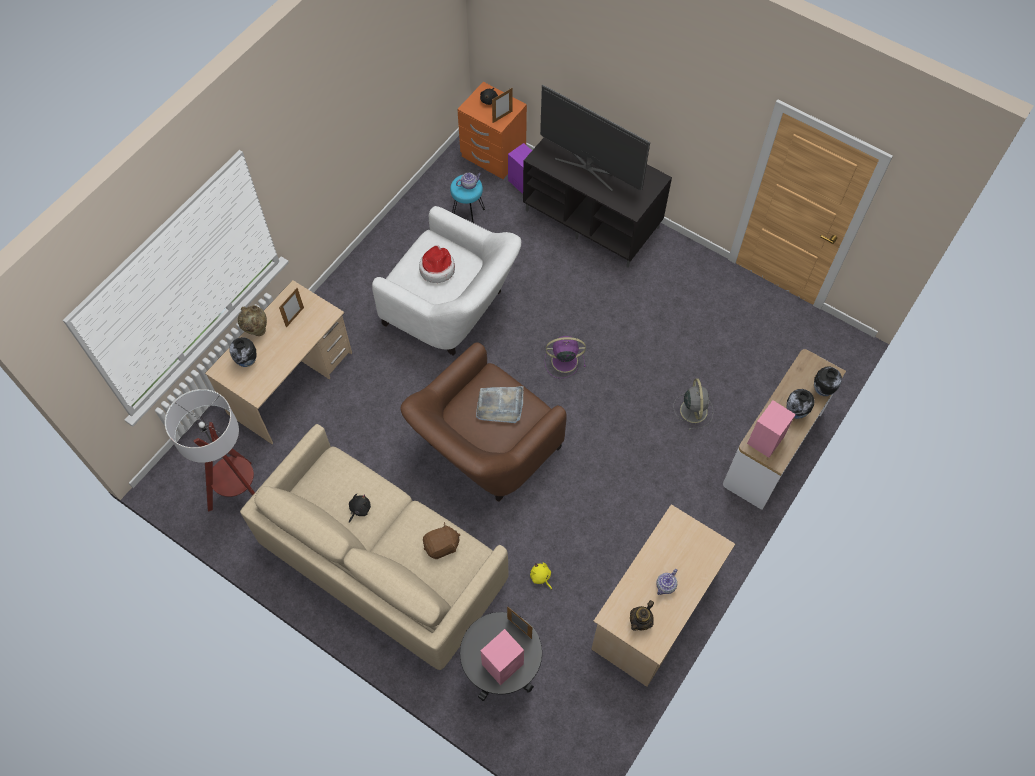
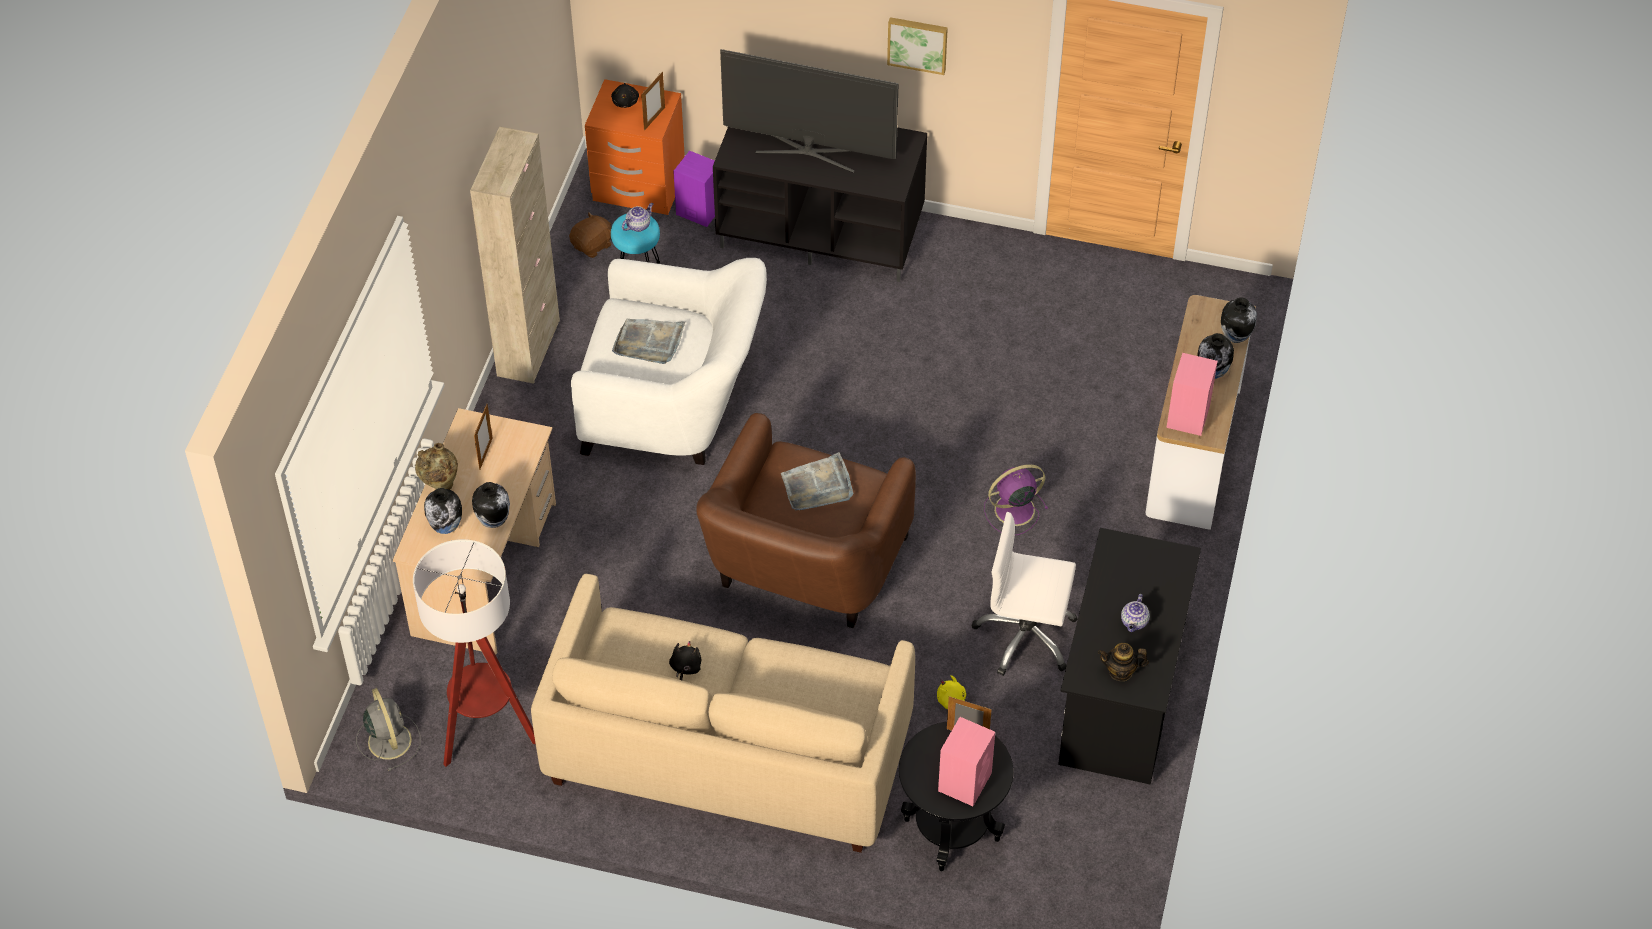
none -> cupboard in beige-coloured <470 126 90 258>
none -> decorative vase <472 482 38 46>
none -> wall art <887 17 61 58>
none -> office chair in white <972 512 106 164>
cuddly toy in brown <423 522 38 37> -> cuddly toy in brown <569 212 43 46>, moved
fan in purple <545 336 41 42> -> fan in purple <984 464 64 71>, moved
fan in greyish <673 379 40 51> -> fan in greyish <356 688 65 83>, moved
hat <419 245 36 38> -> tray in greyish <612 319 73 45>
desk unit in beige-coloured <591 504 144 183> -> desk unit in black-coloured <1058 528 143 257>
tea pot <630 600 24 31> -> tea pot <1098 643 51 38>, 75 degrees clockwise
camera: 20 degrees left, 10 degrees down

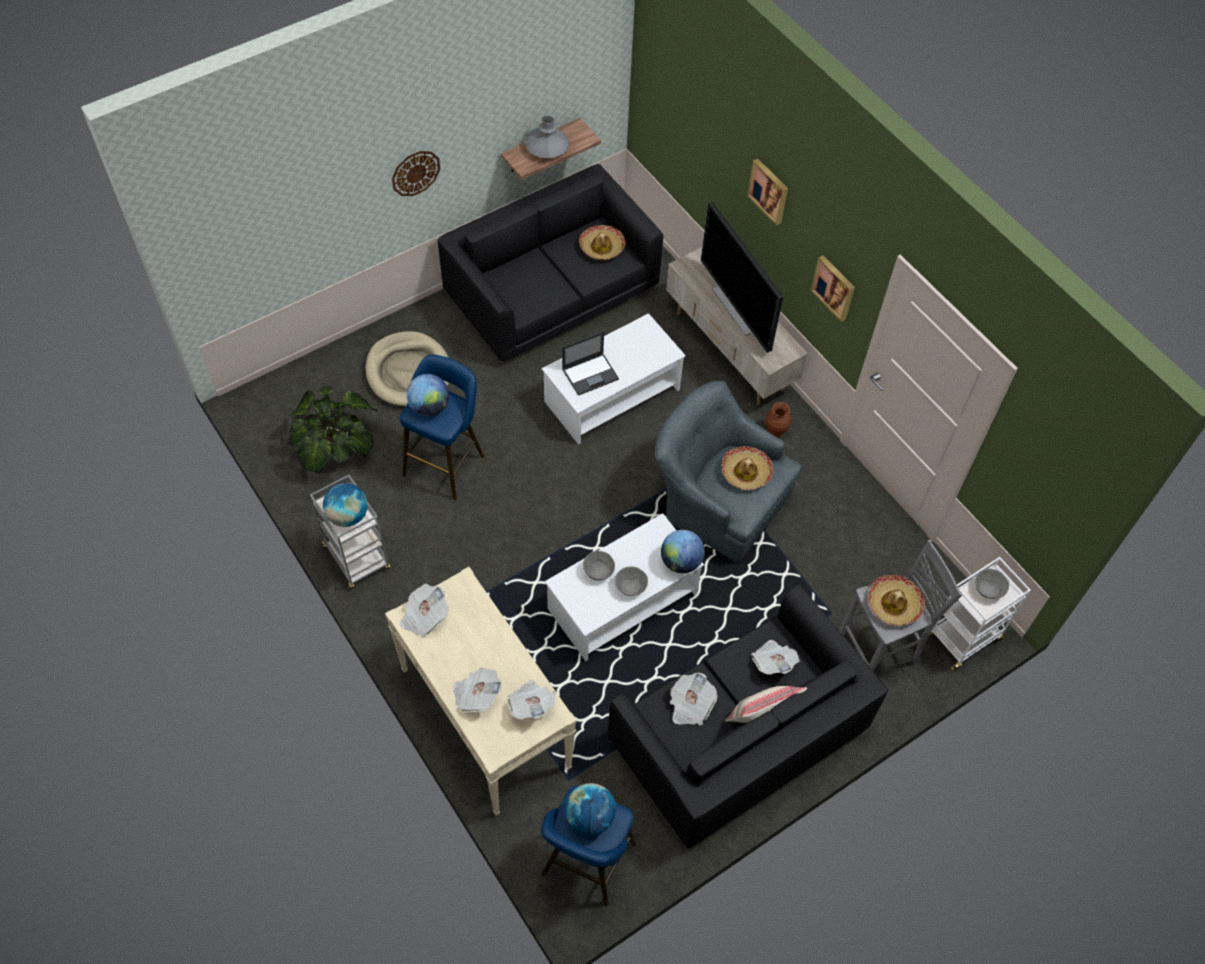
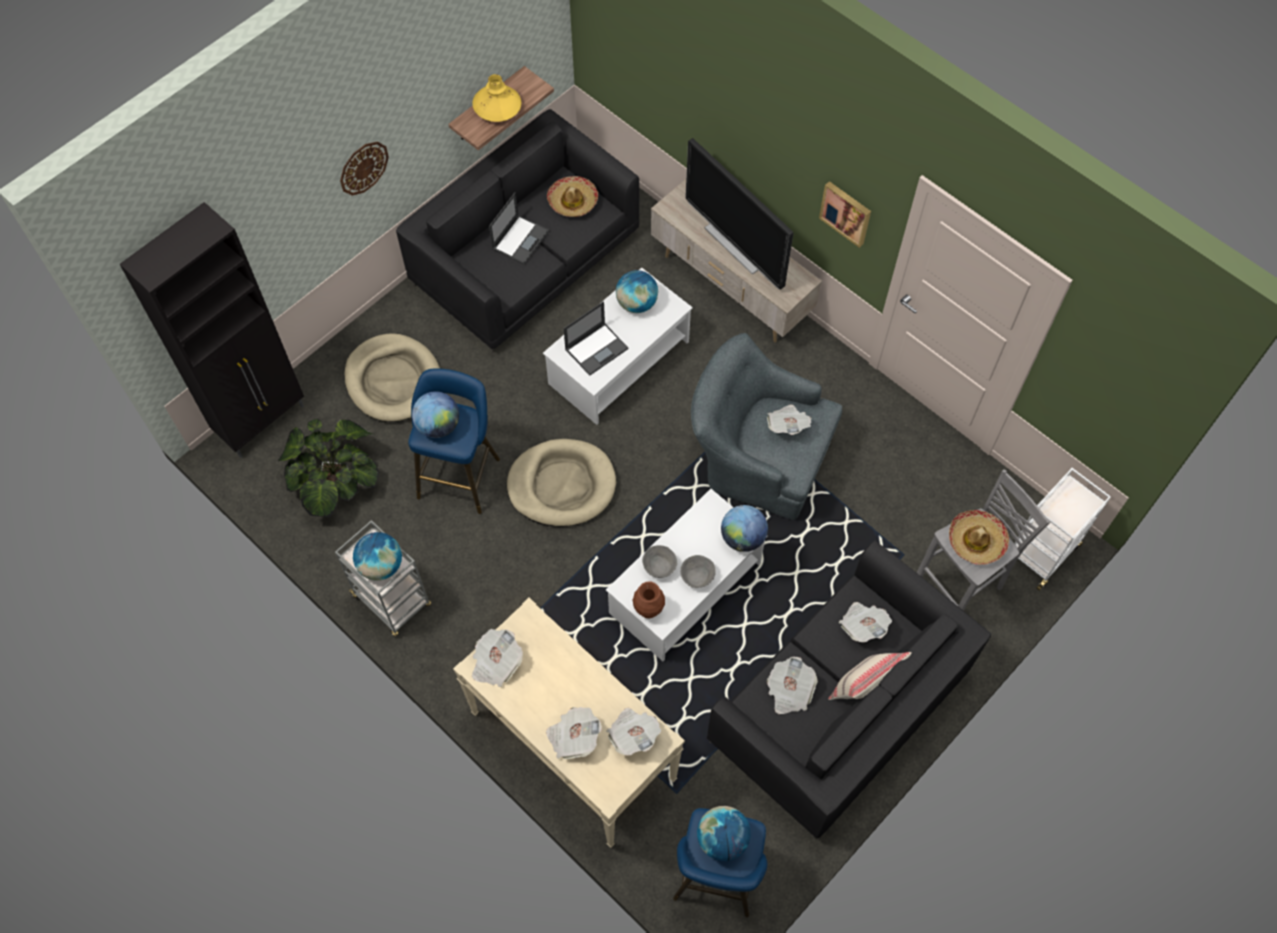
wall art <747 158 41 68> -> none
serving bowl in greyish <975 569 34 30> -> none
none -> cupboard in black-coloured <120 202 184 256>
none -> laptop <489 192 60 72>
none -> pet bed in beige-coloured <507 439 109 88>
none -> globe <616 270 42 43>
decorative vase in brown <765 402 27 36> -> decorative vase in brown <633 581 32 38>, moved
hat <721 446 52 44> -> printed paper <767 405 45 30>
decorative vase in greyish <525 116 44 42> -> decorative vase in yellow <472 74 49 48>
camera: 10 degrees left, 5 degrees up

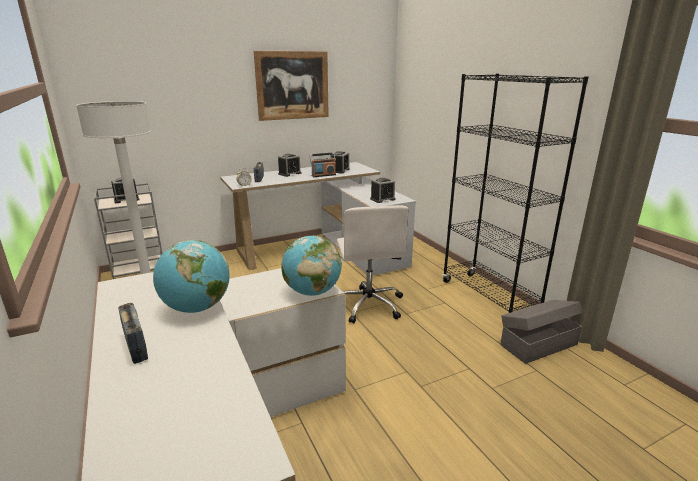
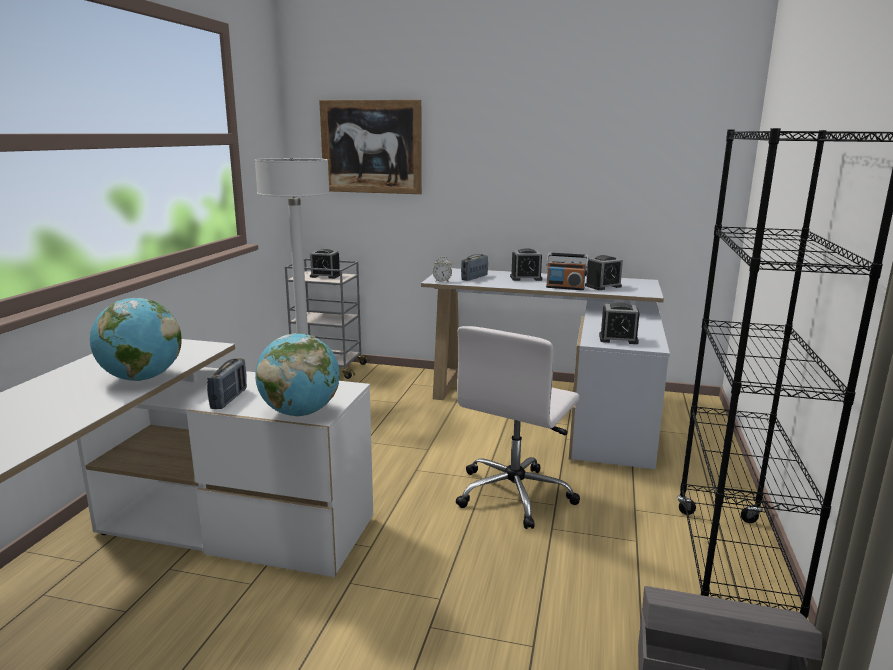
radio set <118 303 30 61> -> radio set <207 358 40 51>, moved
wall art <254 51 75 70> -> wall art <319 100 103 94>, moved
camera: 40 degrees right, 5 degrees down

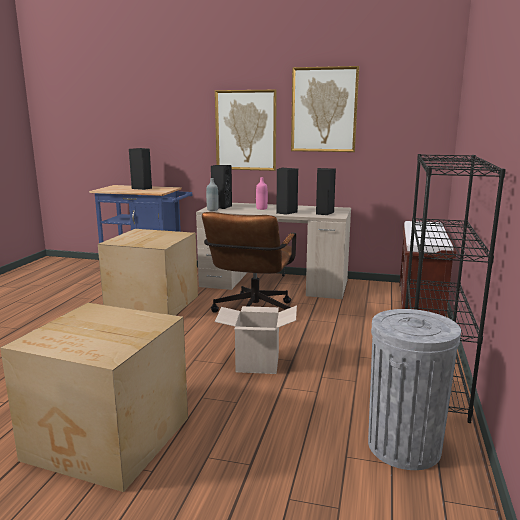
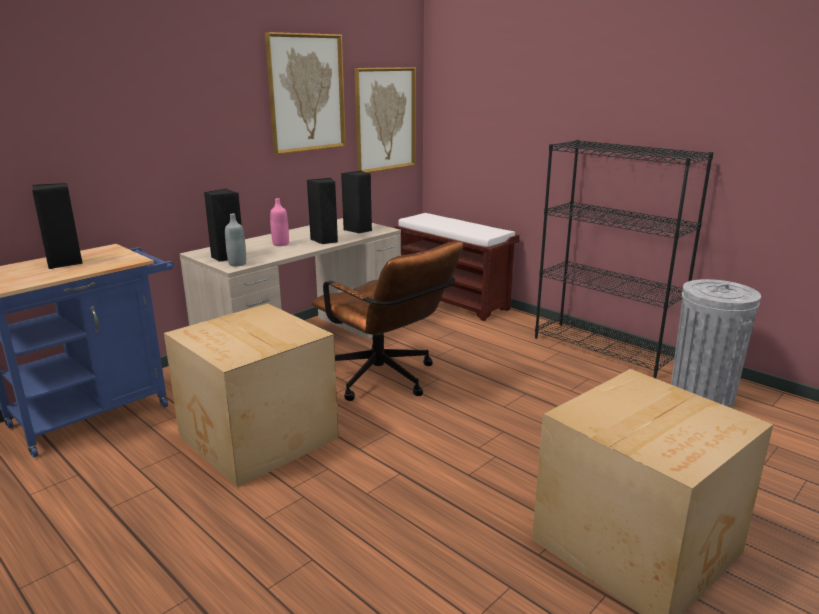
cardboard box <215 305 82 69> -> none
wall art <215 89 62 82> -> wall art <354 67 62 106>, moved
camera: 60 degrees left, 5 degrees up

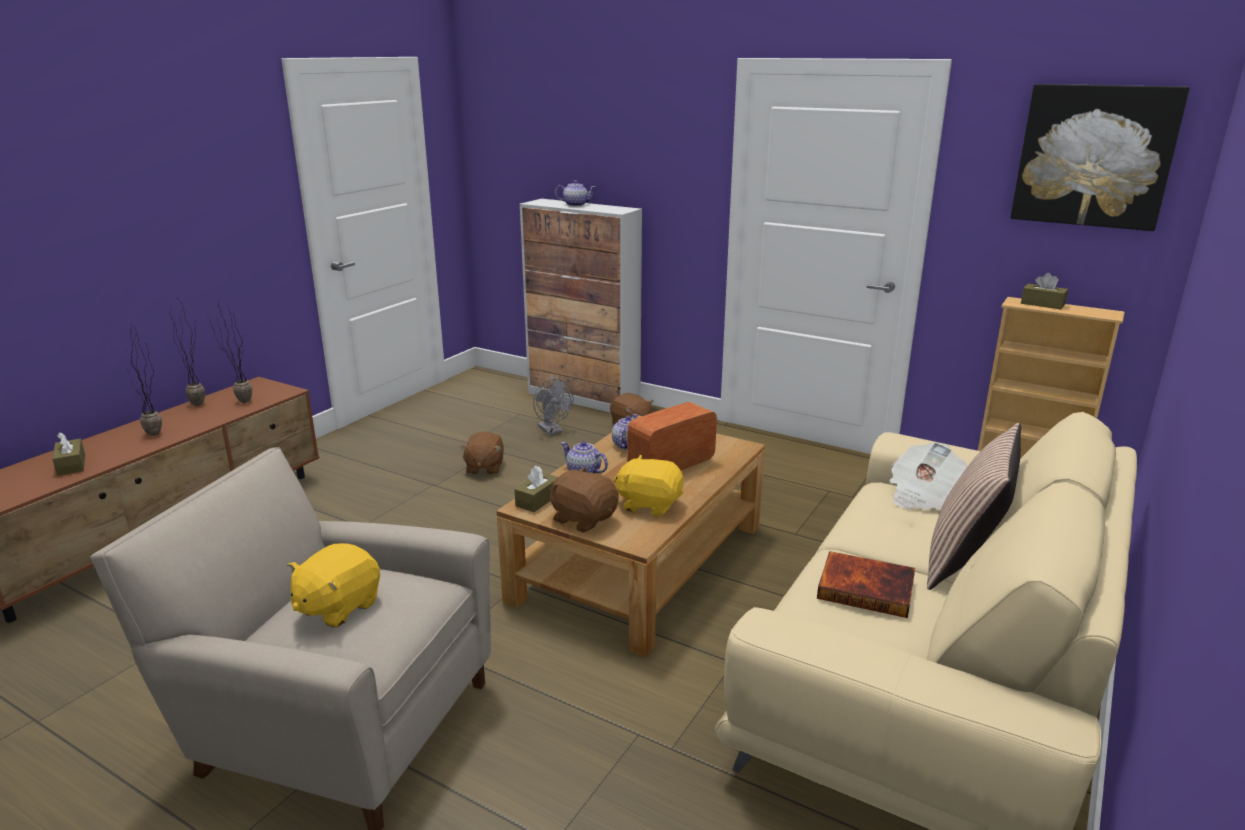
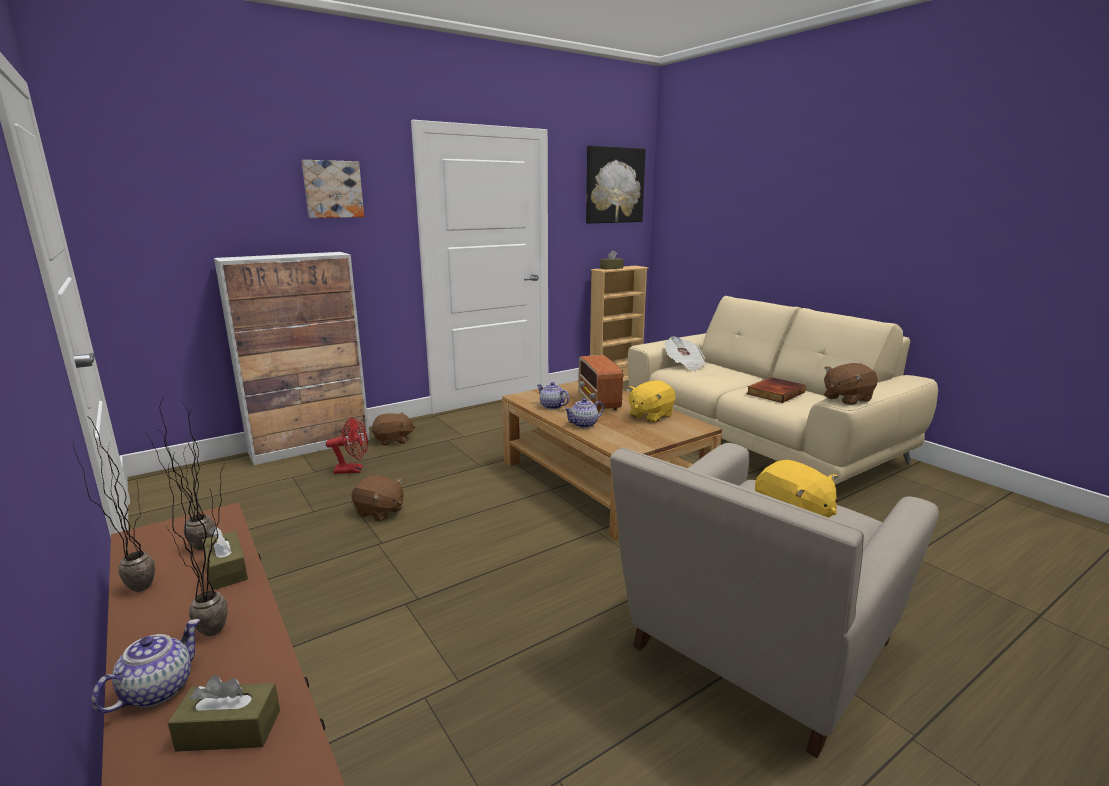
pillow <927 423 94 167> -> none
none -> wall art <302 160 62 58>
tissue box in brown <515 466 43 46> -> tissue box in brown <202 526 46 64>, moved
cuddly toy in brown <549 467 70 66> -> cuddly toy in brown <824 363 54 42>, moved
tea pot <555 180 41 26> -> tea pot <91 619 109 94>, moved
fan in greyish <533 378 40 57> -> fan in red-coloured <326 417 42 57>
camera: 65 degrees left, 5 degrees down

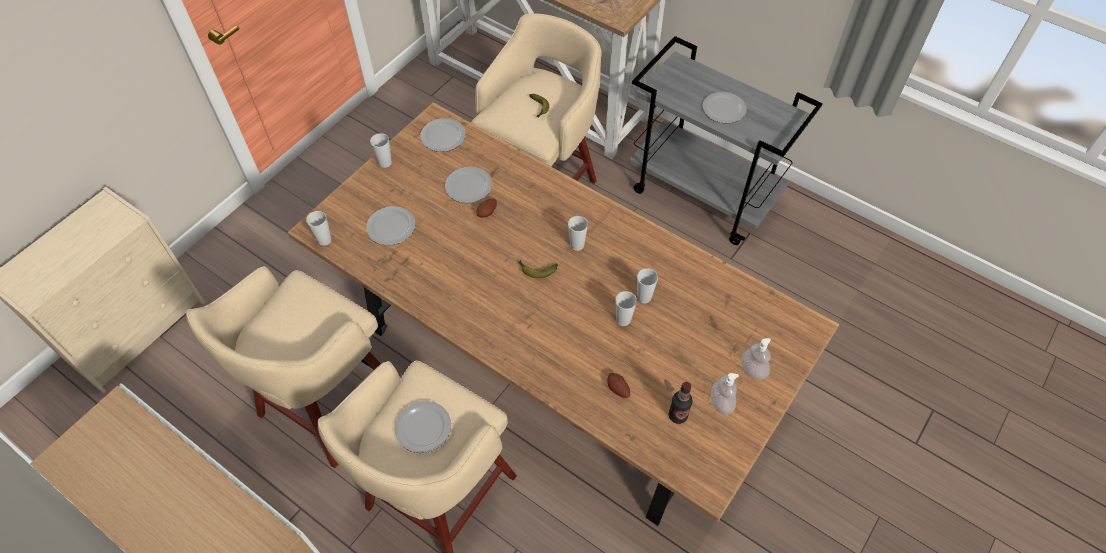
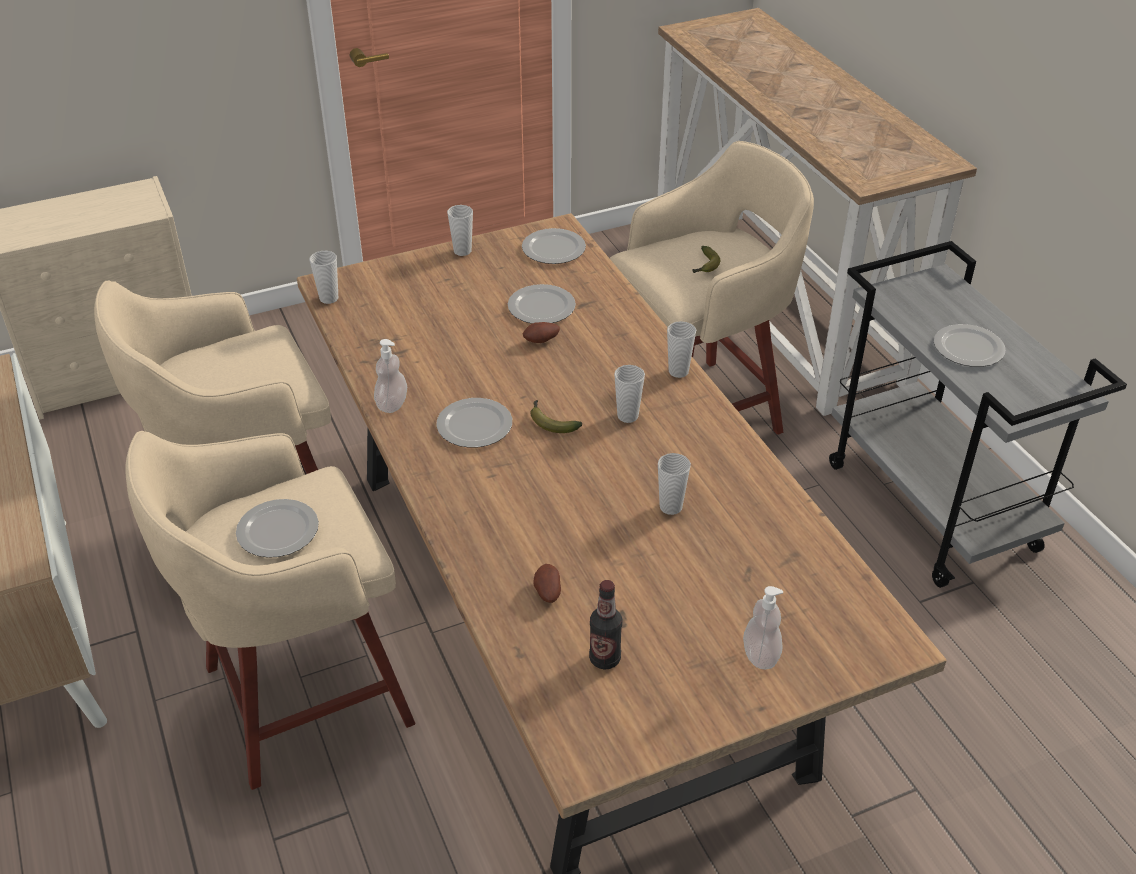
plate <366 206 49 39> -> plate <436 398 76 50>, moved
cup <615 291 22 35> -> cup <667 321 29 57>, moved
soap dispenser <711 373 28 42> -> soap dispenser <374 339 33 74>, moved
camera: 30 degrees right, 15 degrees down

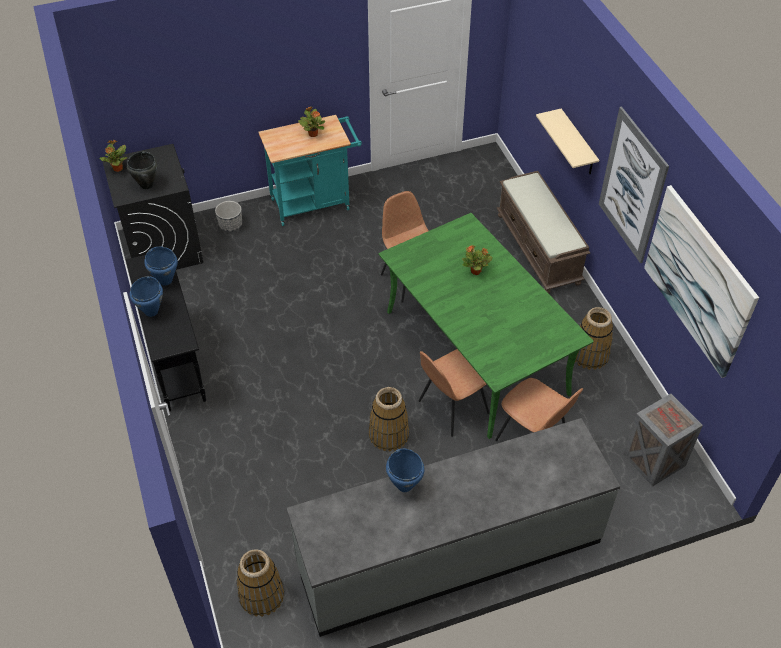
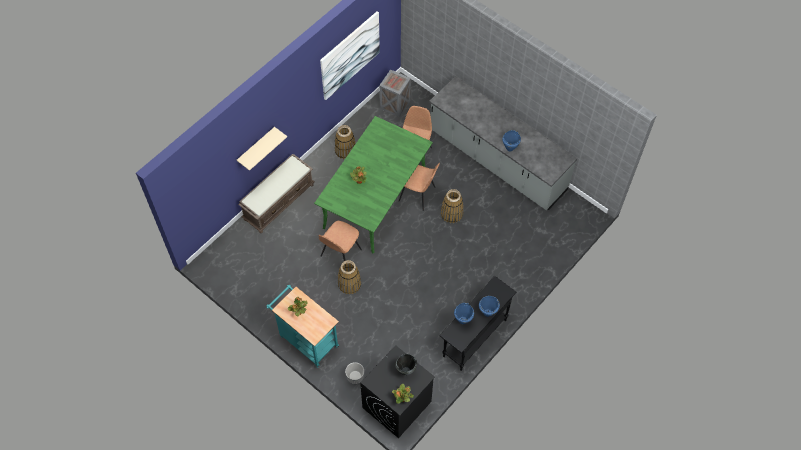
wall art <599 106 70 157> -> none
storage basket <237 549 47 68> -> storage basket <338 260 23 34>, moved
camera: 120 degrees left, 10 degrees up

